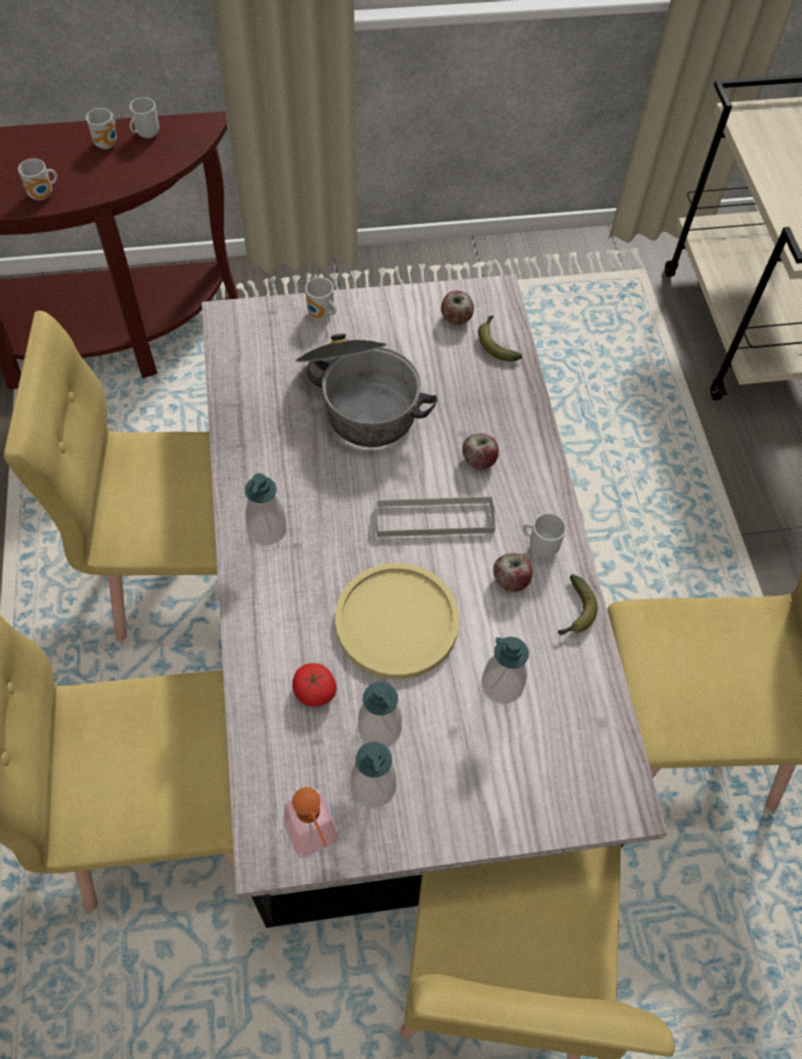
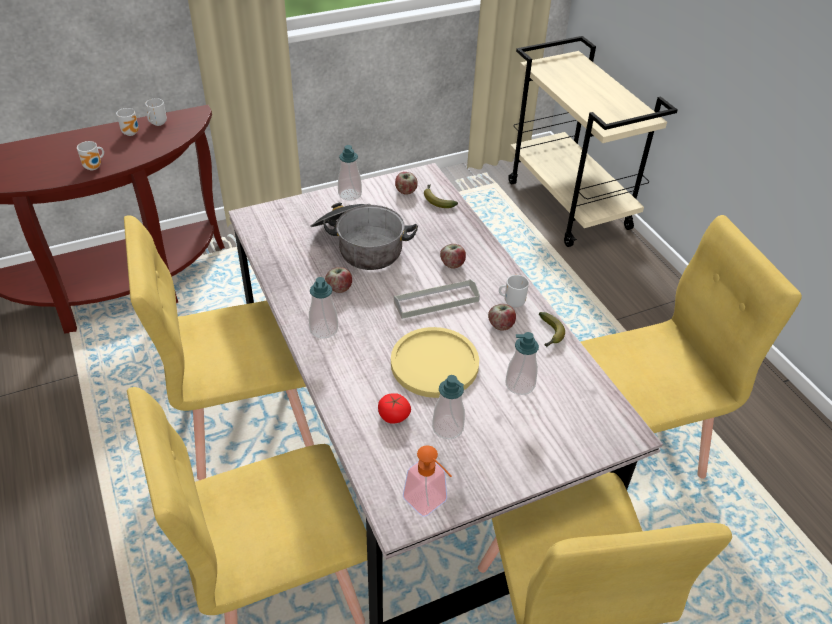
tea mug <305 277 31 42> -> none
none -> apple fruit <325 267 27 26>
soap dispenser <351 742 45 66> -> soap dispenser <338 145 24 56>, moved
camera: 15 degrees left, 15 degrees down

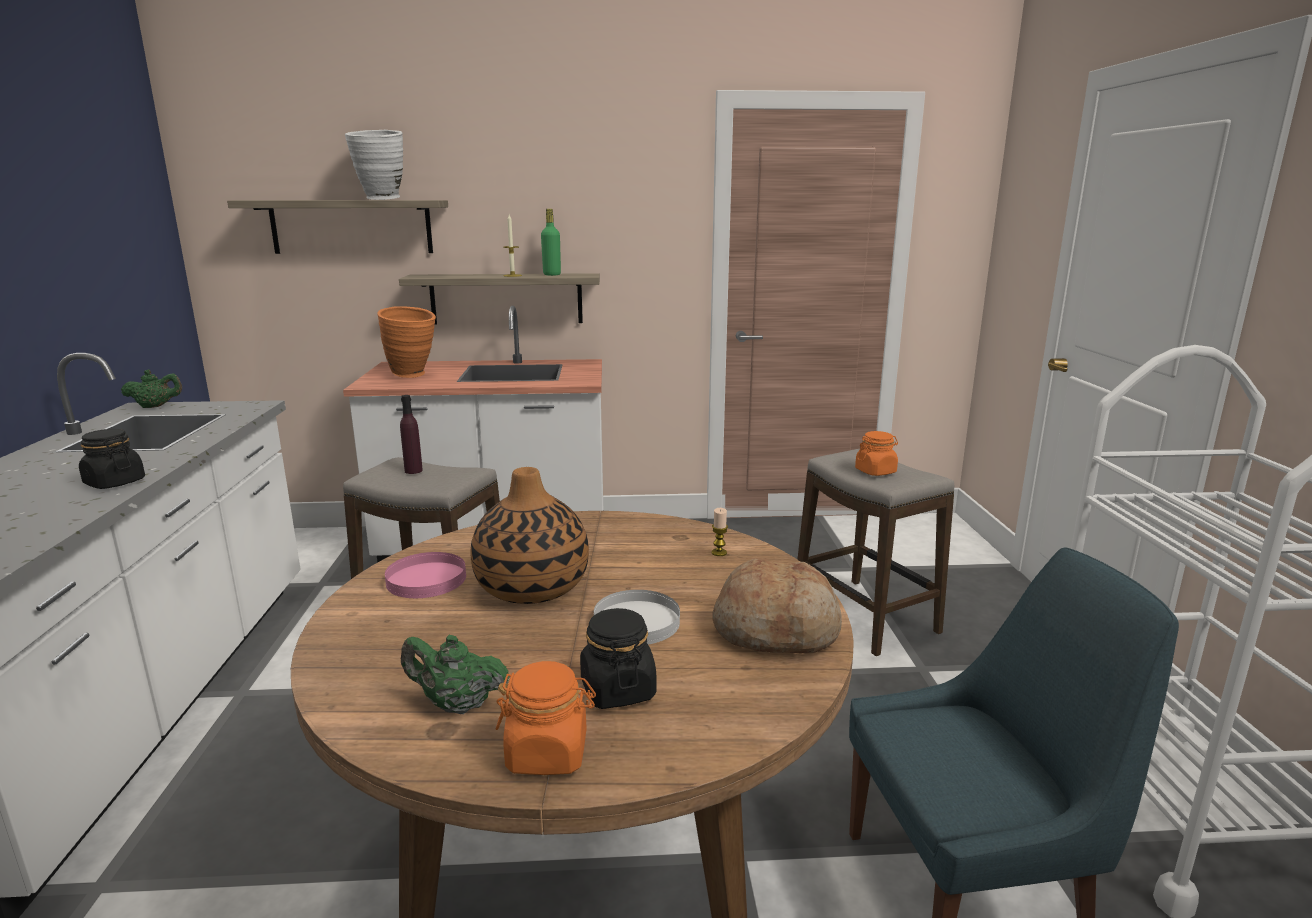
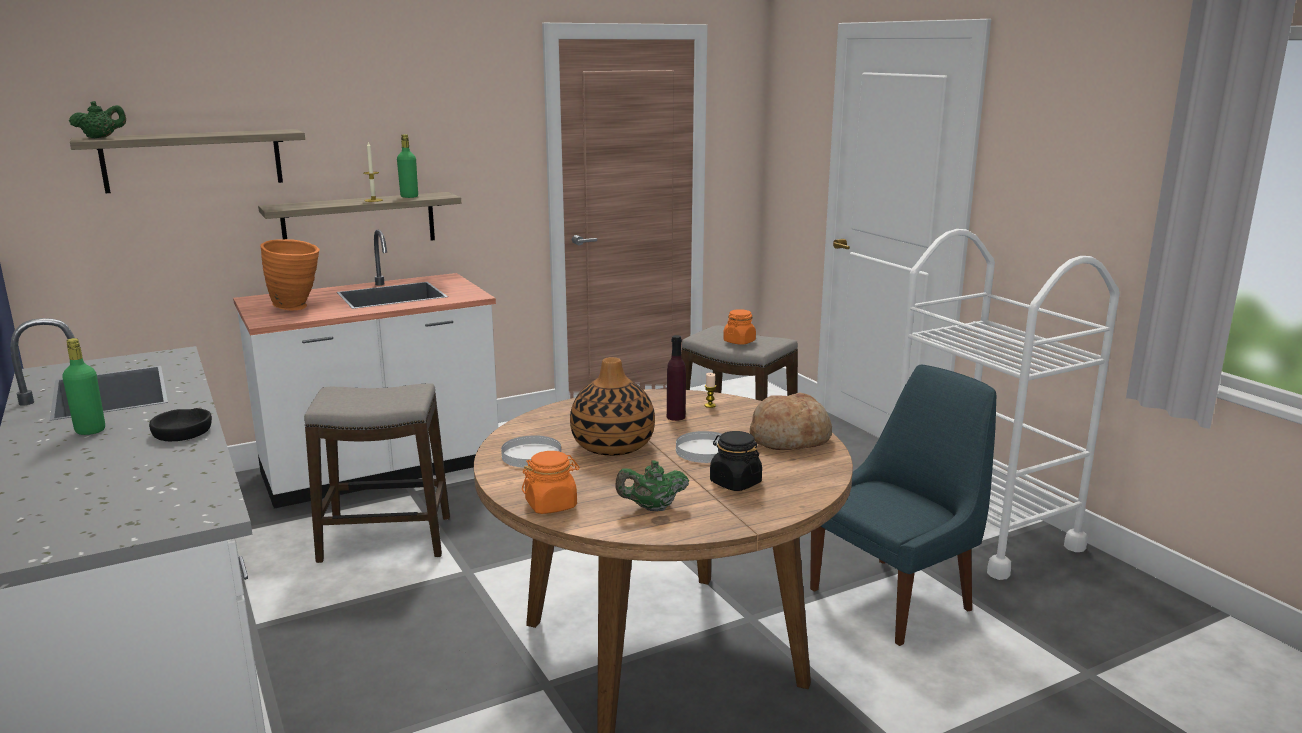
decorative vase in white <345 130 58 70> -> none
none -> beverage bottle in green <62 338 43 97>
tea pot in green <121 369 61 39> -> tea pot in green <69 101 57 38>, moved
beverage bottle in purple <400 395 23 79> -> beverage bottle in purple <667 335 19 86>, moved
preserve jar in orange-coloured <496 661 100 114> -> preserve jar in orange-coloured <522 451 58 63>, moved
preserve jar in black-coloured <79 429 66 60> -> serving bowl in black-coloured <149 408 63 33>
plate in pink <385 552 81 46> -> plate in white <501 435 60 33>
camera: 25 degrees left, 0 degrees up

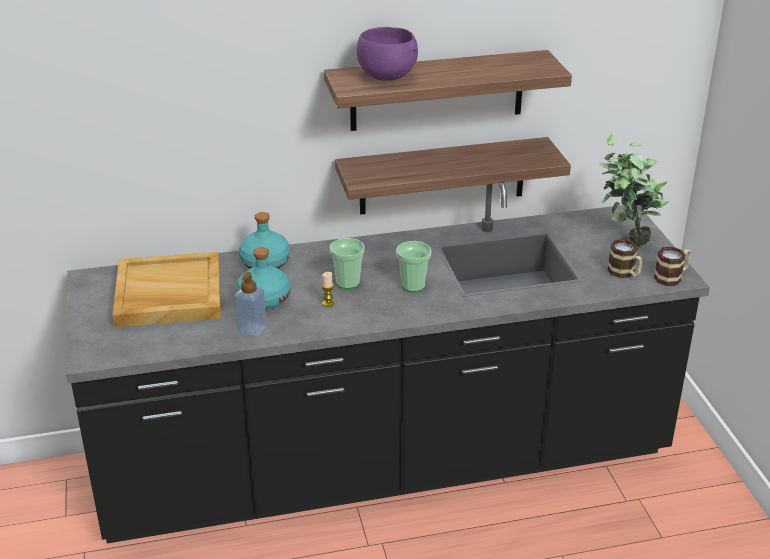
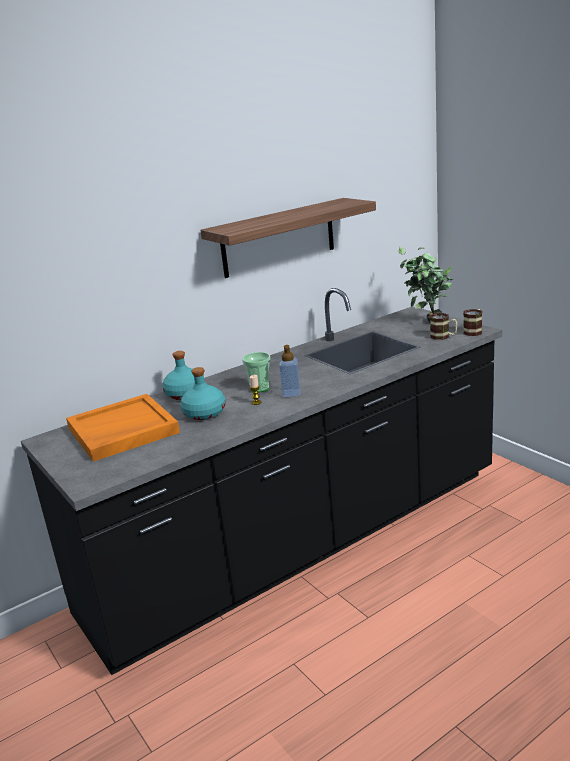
bracket shelf <335 137 236 78> -> none
serving bowl in purple <356 27 62 54> -> none
cup <396 241 35 51> -> none
soap dispenser <234 272 33 65> -> soap dispenser <279 345 22 52>, moved
tray in beige-coloured <113 252 108 75> -> tray in orange-coloured <66 394 114 68>
camera: 20 degrees left, 10 degrees down

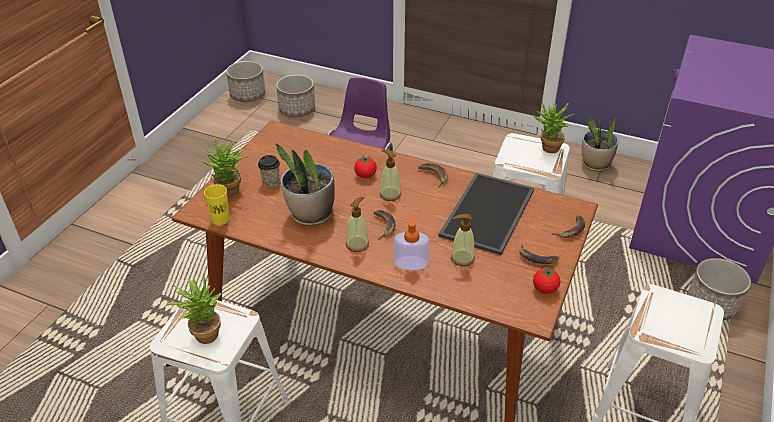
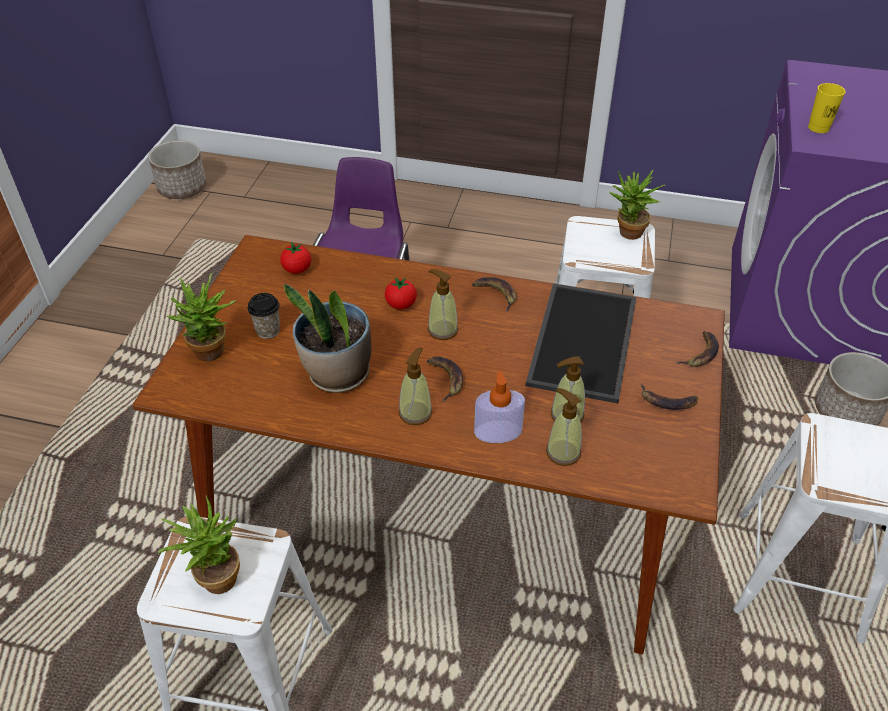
planter <276 75 39 42> -> none
potted plant <582 117 37 55> -> none
none -> soap dispenser <546 388 36 78>
cup in yellow <204 184 26 41> -> cup in yellow <808 83 38 50>, moved
whole tomato <533 266 27 28> -> whole tomato <280 242 31 32>, moved
camera: 10 degrees left, 5 degrees up

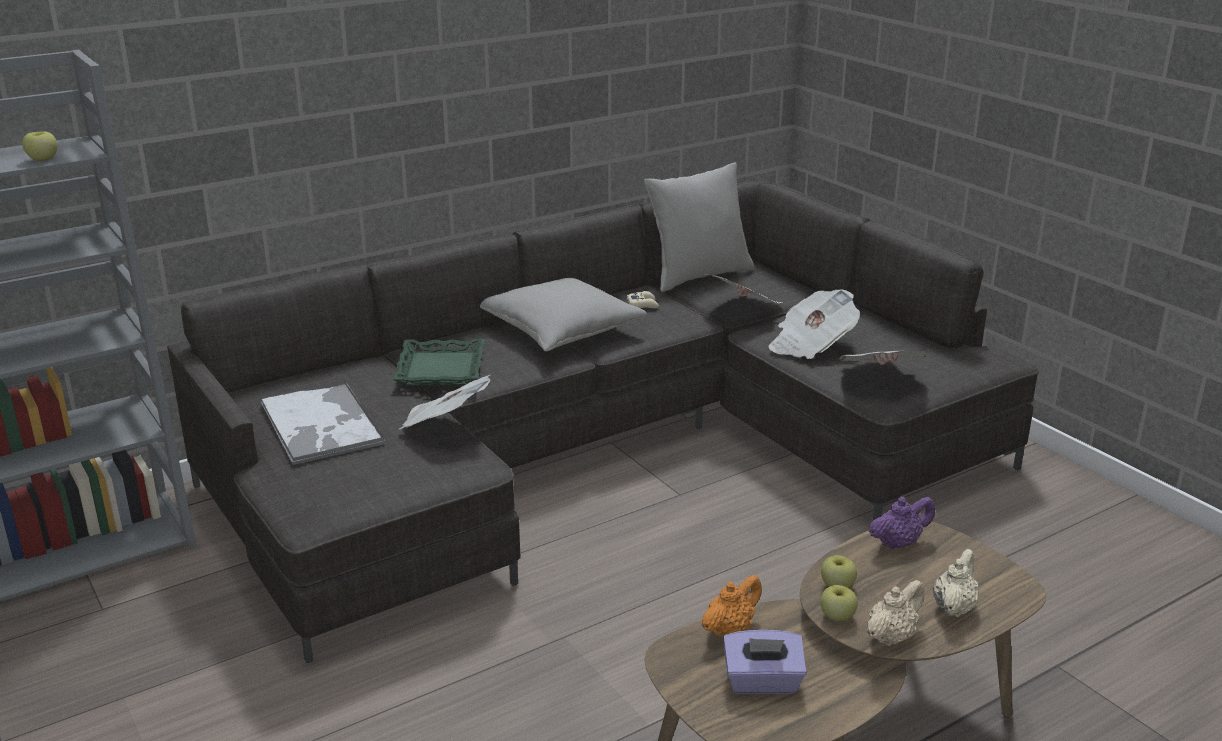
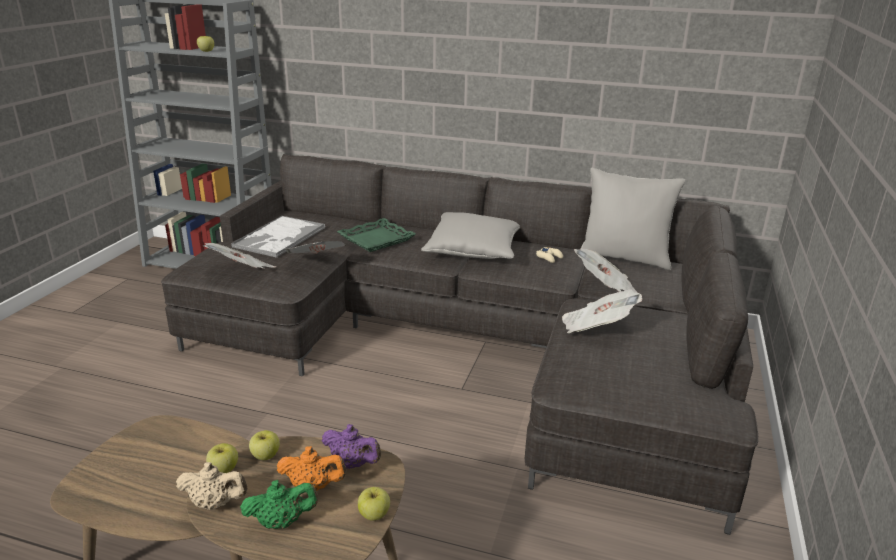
tissue box in purple <723 630 84 64> -> none
none -> apple fruit <358 487 32 34>
tea pot in orange-coloured <702 575 60 62> -> tea pot in orange-coloured <277 446 69 45>, moved
printed paper <839 350 88 15> -> printed paper <203 243 73 26>, moved
tea pot in beige-coloured <933 549 46 68> -> tea pot in green <240 480 78 49>
camera: 50 degrees right, 0 degrees up

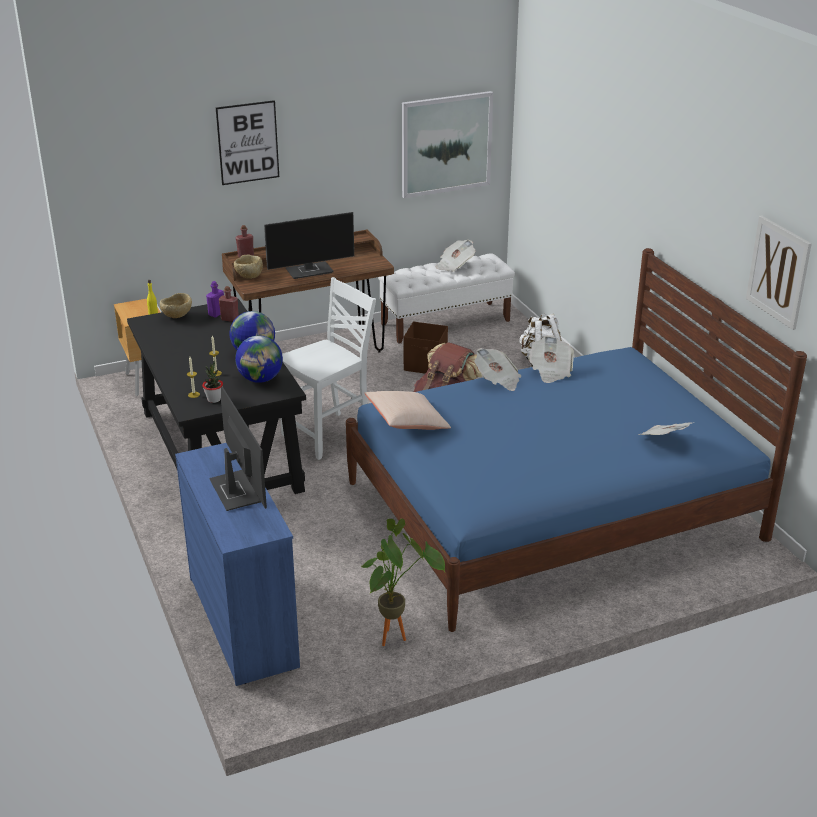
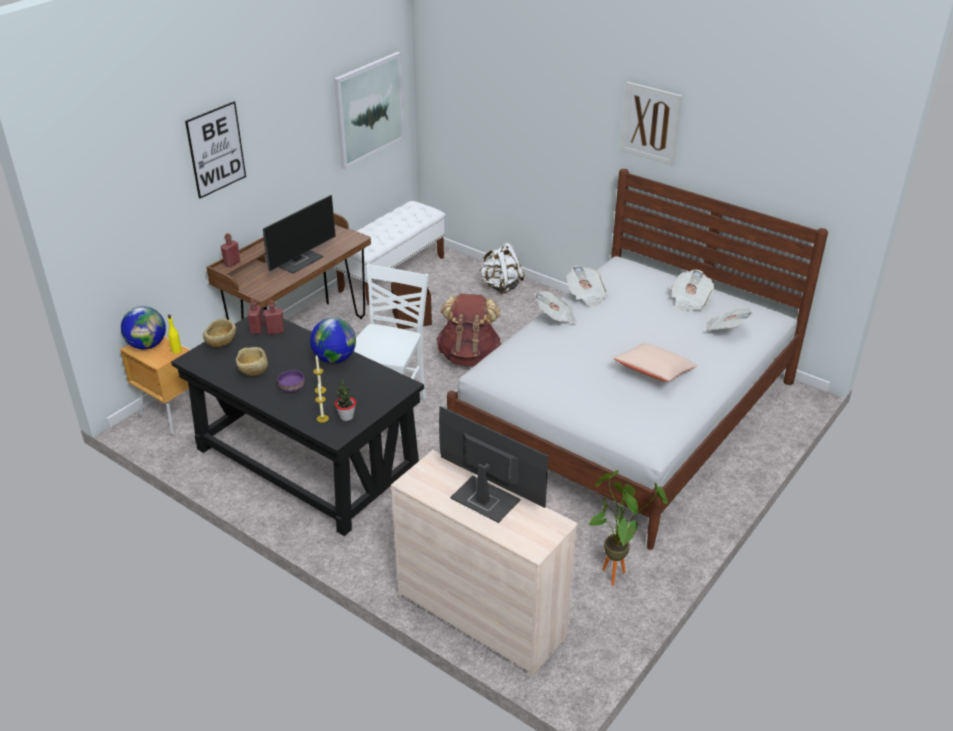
none -> serving bowl in purple <278 370 27 22>
serving bowl in beige-coloured <234 254 29 25> -> serving bowl in beige-coloured <236 347 32 29>, moved
globe <235 335 48 48> -> globe <121 306 45 44>, moved
pillow in beige-coloured <365 391 86 39> -> pillow in beige-coloured <613 343 84 39>, moved
printed paper <435 240 40 32> -> printed paper <671 269 44 42>, moved
wall art <746 216 66 114> -> wall art <621 82 61 83>, moved
chest of drawers in blue <175 443 125 243> -> chest of drawers in beige-coloured <391 450 187 227>
beverage bottle in purple <206 281 18 36> -> beverage bottle in red-coloured <247 298 17 36>
bedroom bed in blue <346 248 461 384> -> bedroom bed in white <447 169 381 381>
camera: 30 degrees left, 5 degrees up

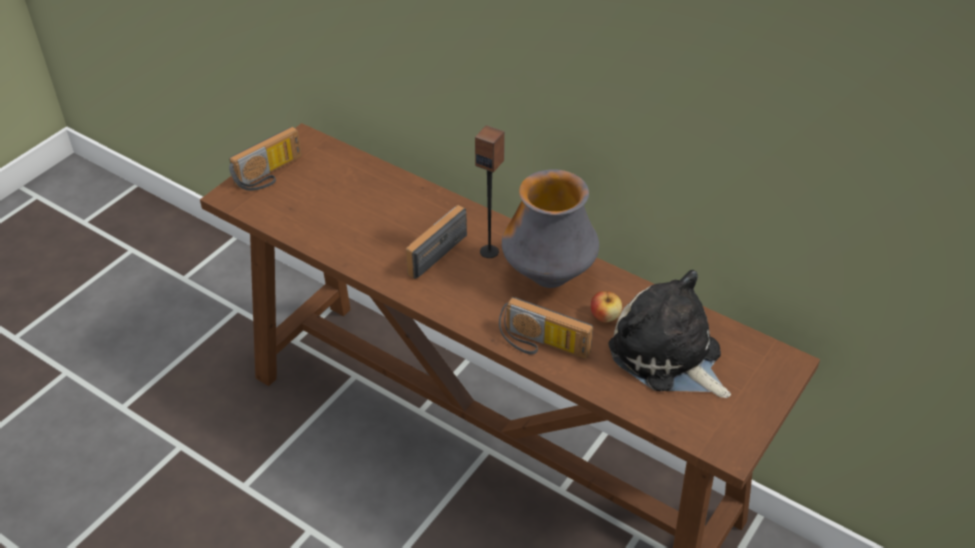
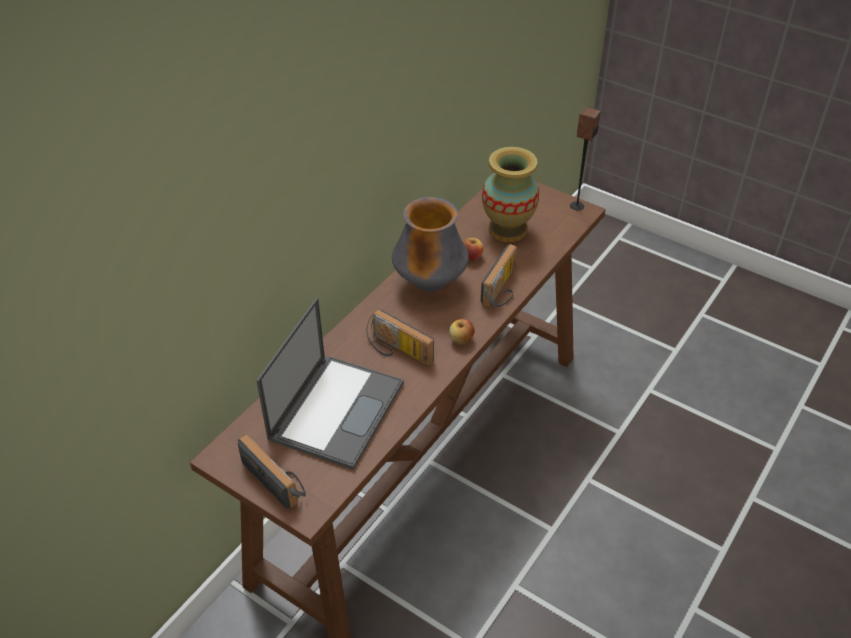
none -> laptop <256 298 148 172>
none -> apple fruit <449 319 26 25>
audio speaker <475 125 30 133> -> audio speaker <570 107 31 103>, moved
cuddly toy <609 270 122 128> -> decorative vase <482 147 57 95>
camera: 90 degrees left, 0 degrees up

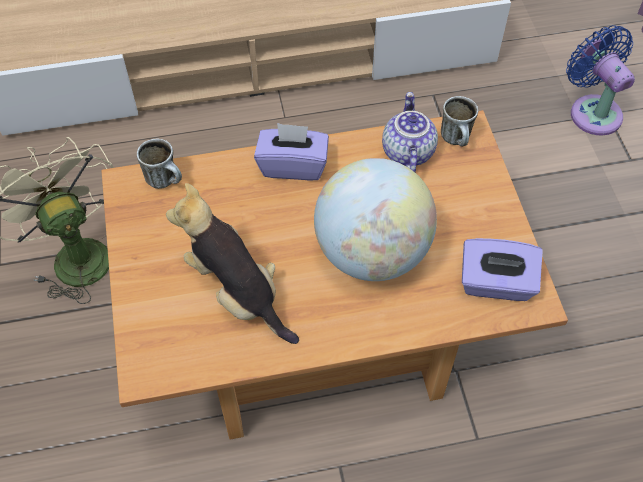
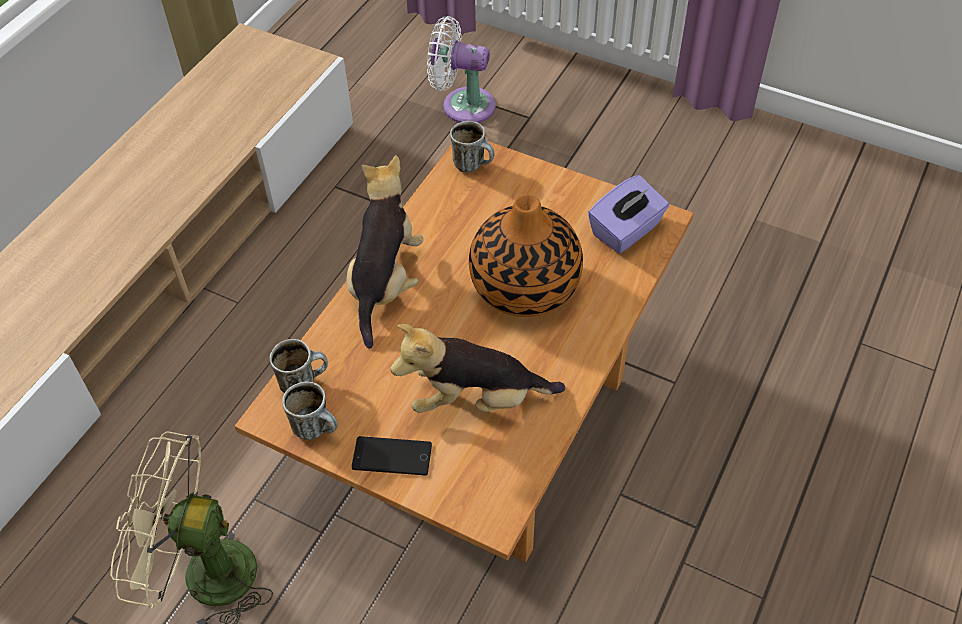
tea pot <382 92 56 80> -> none
none -> tea mug <282 382 56 58>
none -> phone <352 436 80 40>
tissue box in purple <254 123 75 57> -> cuddly toy <347 155 76 194>
globe <314 158 123 123> -> decorative vase <469 194 114 123>
fan in blue <566 25 69 110> -> fan in white <427 16 68 107>
camera: 50 degrees left, 5 degrees down

